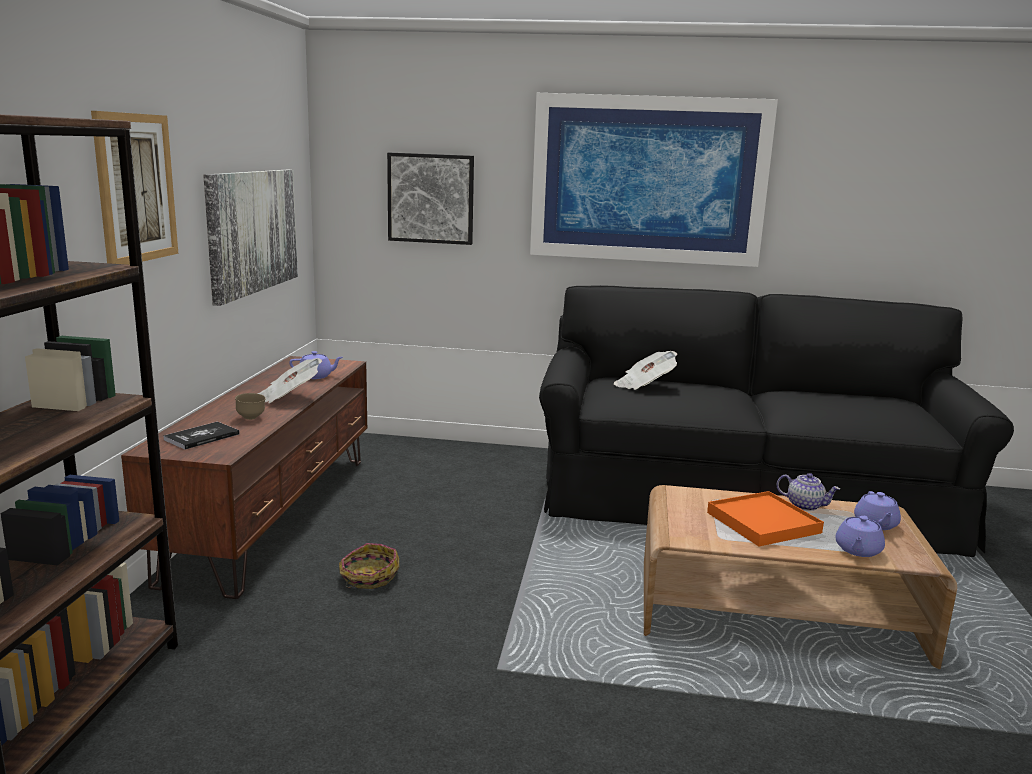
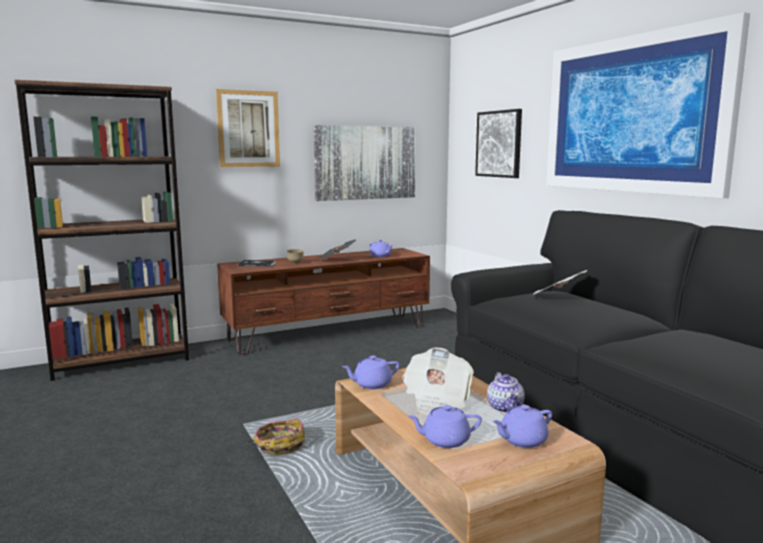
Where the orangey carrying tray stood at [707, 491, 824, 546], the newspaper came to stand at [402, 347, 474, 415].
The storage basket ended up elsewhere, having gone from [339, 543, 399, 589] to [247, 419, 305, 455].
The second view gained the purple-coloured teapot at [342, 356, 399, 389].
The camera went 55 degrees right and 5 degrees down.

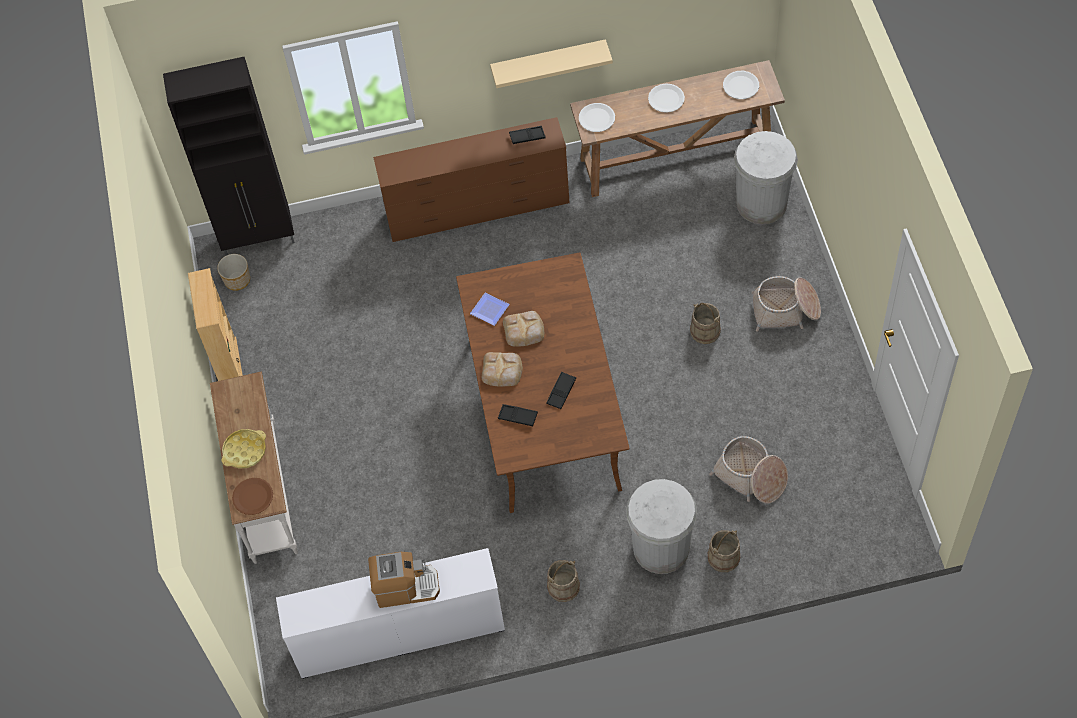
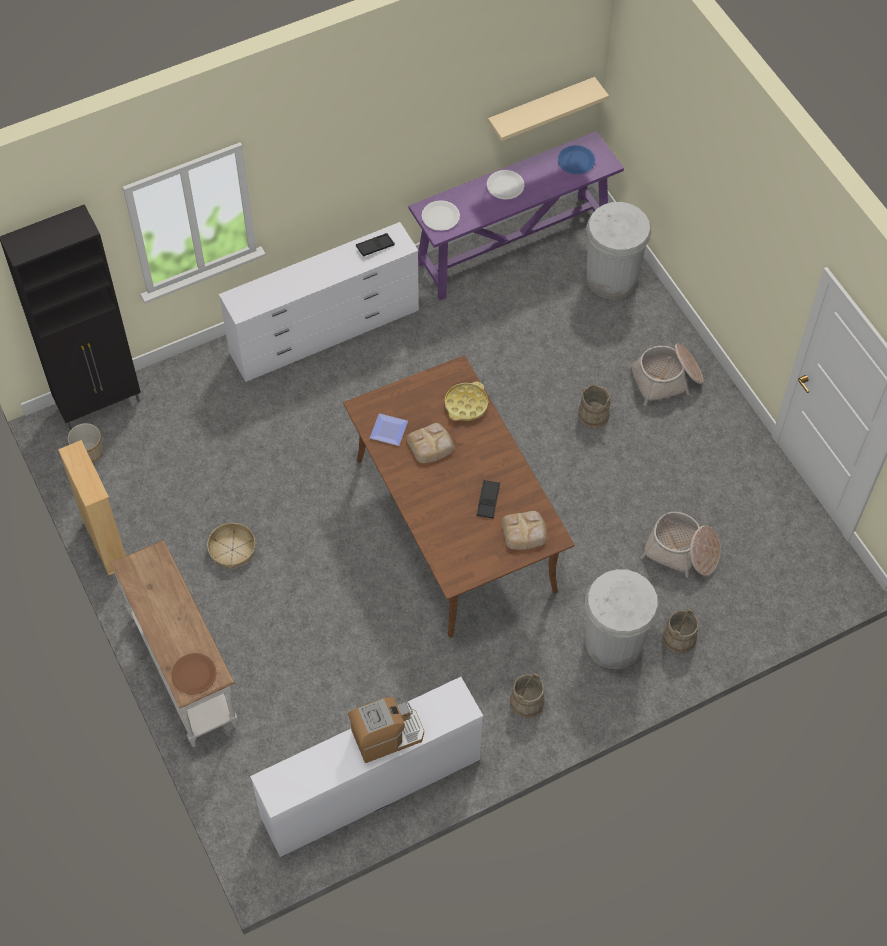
The sand-coloured shelf ended up elsewhere, having gone from [490, 39, 613, 88] to [488, 77, 609, 141].
What was the brownish hall table at [570, 60, 785, 197] turned into the purple-coloured hall table at [409, 131, 624, 300].
What was the whitish dinner plate at [723, 71, 759, 99] turned into the blue-coloured dinner plate at [558, 145, 595, 174].
What was the brownish chest of drawers at [373, 117, 570, 242] turned into the whitish chest of drawers at [219, 222, 419, 382].
The baked bread ended up elsewhere, having gone from [482, 352, 523, 387] to [501, 511, 547, 550].
The second view lost the black-coloured carrying tray at [498, 404, 538, 426].
The yellow carrying tray ended up elsewhere, having gone from [222, 429, 266, 469] to [445, 382, 488, 421].
The second view gained the storage basket at [207, 523, 256, 569].
The camera went 20 degrees left and 0 degrees up.

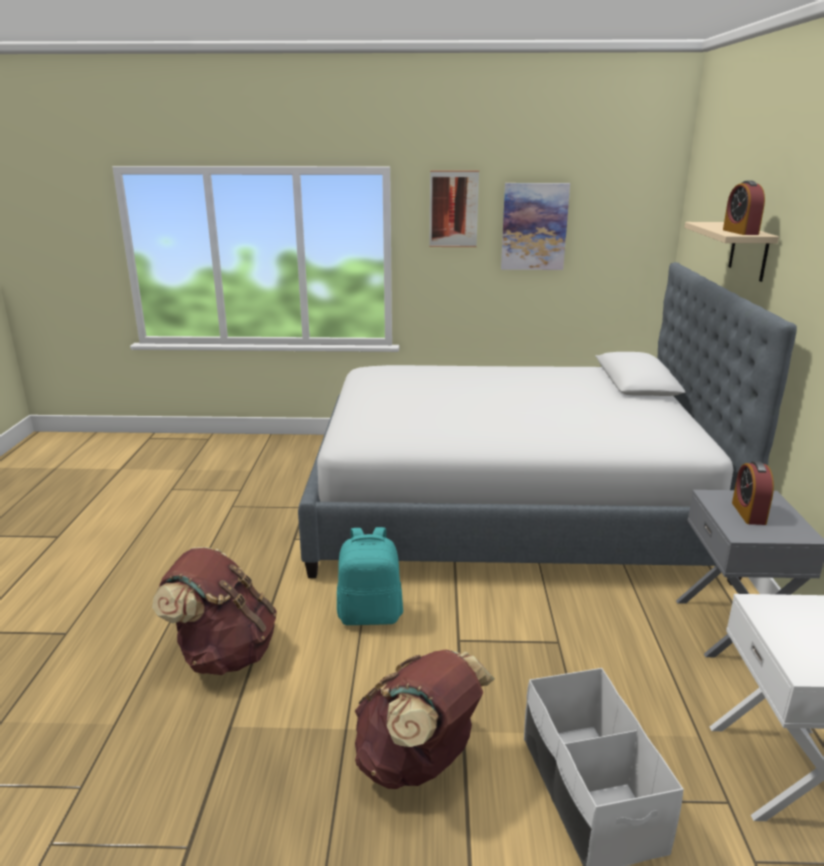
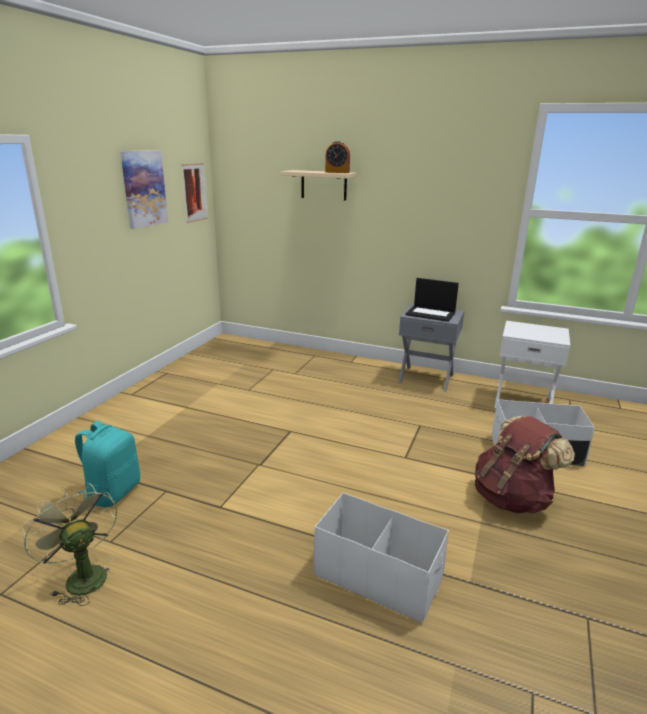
The wall art ended up elsewhere, having gone from [429, 170, 479, 247] to [182, 163, 208, 223].
The second view lost the bedroom bed at [298, 262, 797, 585].
Where the bedside clock stood at [732, 461, 774, 525], the laptop came to stand at [406, 278, 459, 322].
The blue-green knapsack ended up elsewhere, having gone from [337, 527, 403, 625] to [75, 421, 140, 507].
Where the brownish knapsack stood at [152, 547, 277, 675], the whitish storage box came to stand at [314, 493, 449, 623].
The second view gained the green-coloured fan at [21, 483, 117, 606].
The camera went 70 degrees left and 0 degrees up.

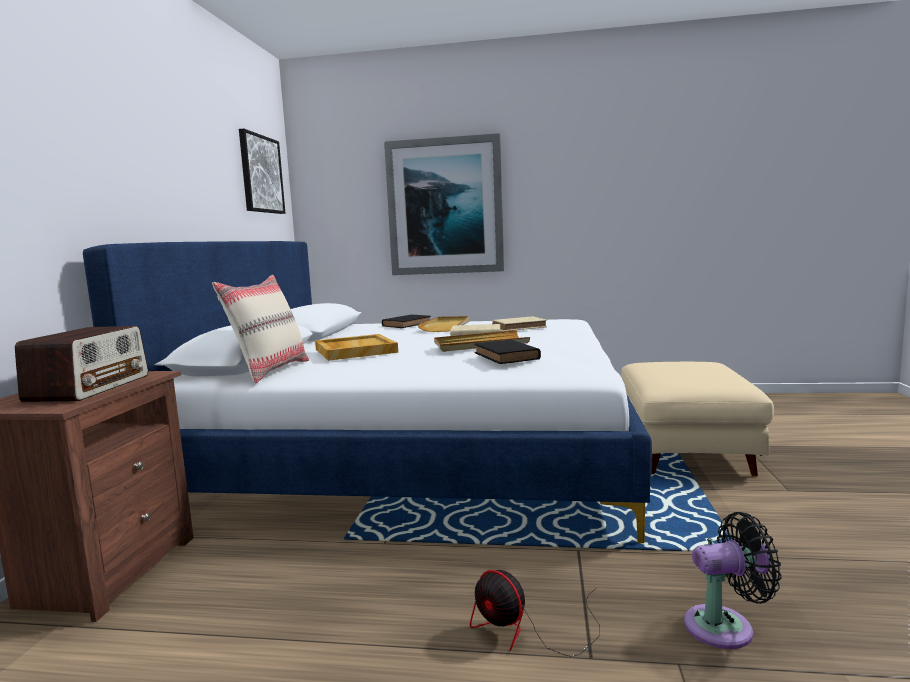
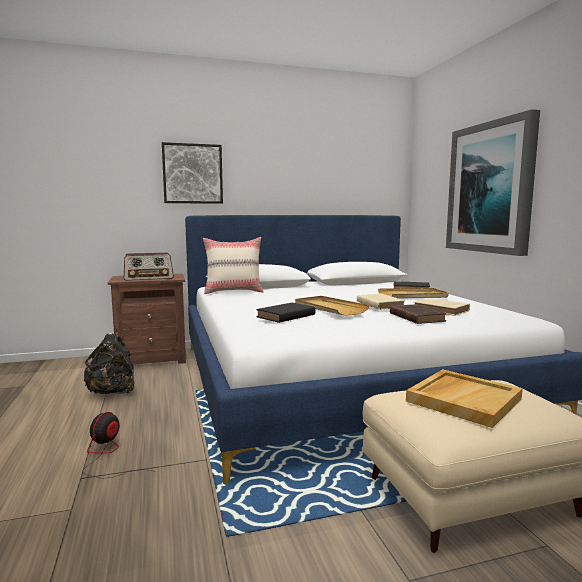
The wall art ended up elsewhere, having gone from [239, 129, 285, 214] to [162, 142, 223, 204].
The sand-coloured carrying tray ended up elsewhere, having gone from [315, 334, 398, 361] to [406, 369, 523, 428].
The second view lost the black-coloured fan at [684, 512, 782, 649].
The second view gained the brownish volume at [390, 304, 446, 324].
The second view gained the black-coloured knapsack at [83, 331, 135, 394].
The camera went 65 degrees right and 0 degrees up.

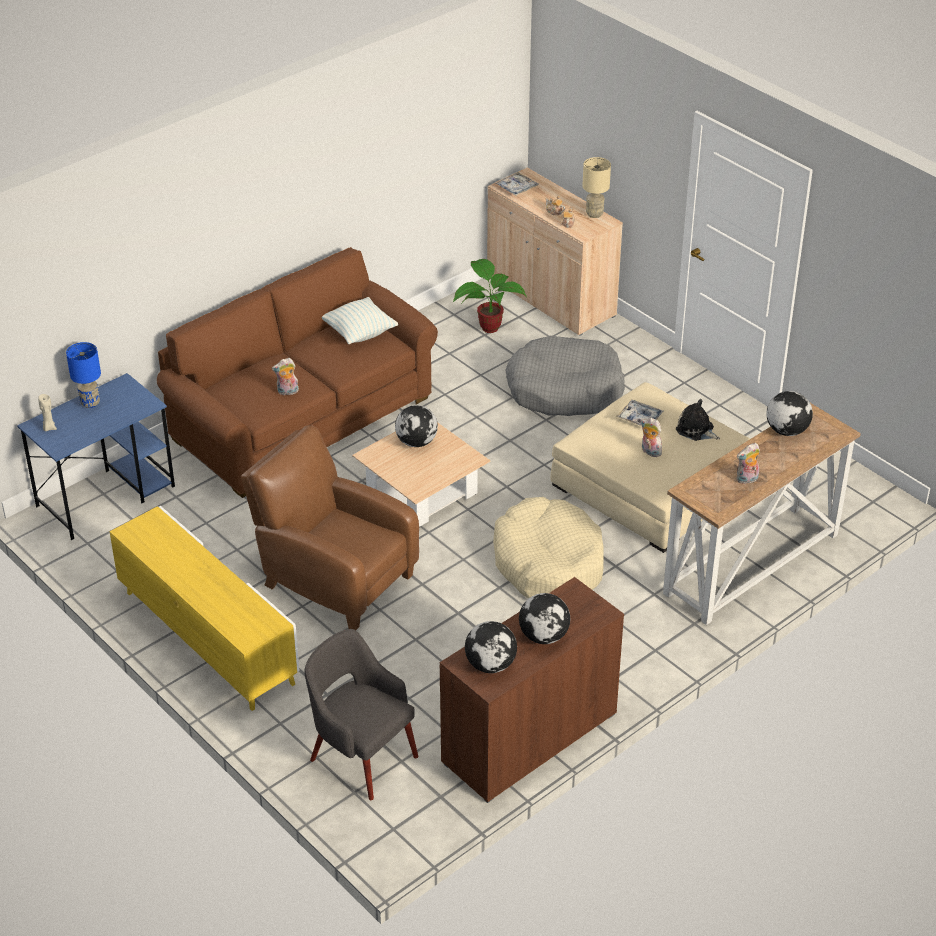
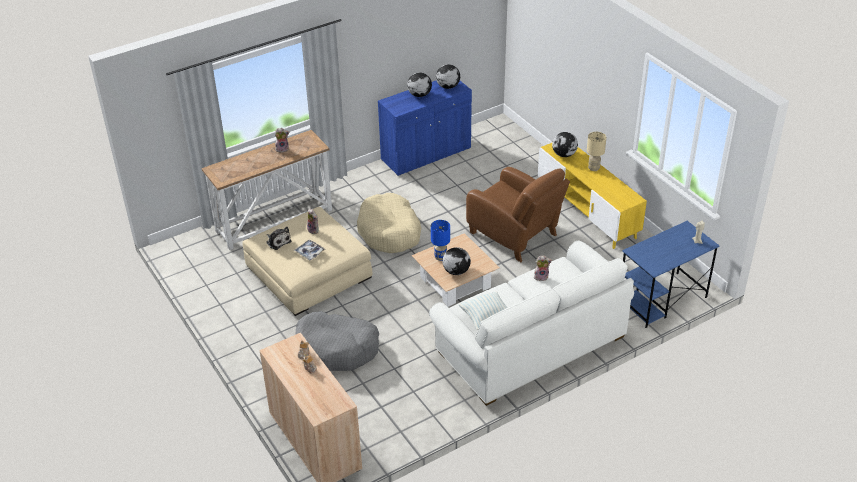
The sand-coloured lamp for a table ended up elsewhere, having gone from [582, 157, 611, 218] to [587, 132, 606, 171].
The second view lost the carrying tray at [495, 172, 538, 196].
What was the brownish sofa at [157, 247, 438, 498] turned into the whitish sofa at [429, 241, 634, 406].
The second view lost the potted plant at [453, 259, 527, 333].
The blue-coloured lamp for a table ended up elsewhere, having gone from [66, 342, 101, 408] to [431, 220, 450, 261].
The globe ended up elsewhere, having gone from [766, 391, 813, 436] to [552, 132, 578, 157].
What was the brownish storage cabinet at [440, 577, 624, 803] turned into the blue-coloured storage cabinet at [378, 80, 472, 176].
The second view lost the gray armchair at [305, 629, 418, 800].
The camera went 170 degrees left and 0 degrees up.

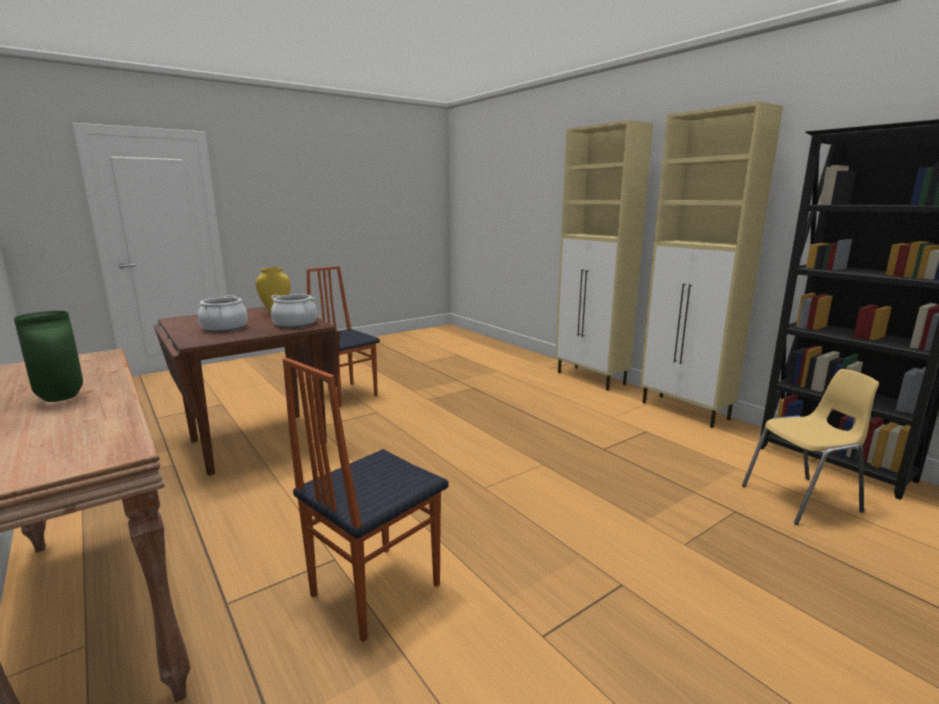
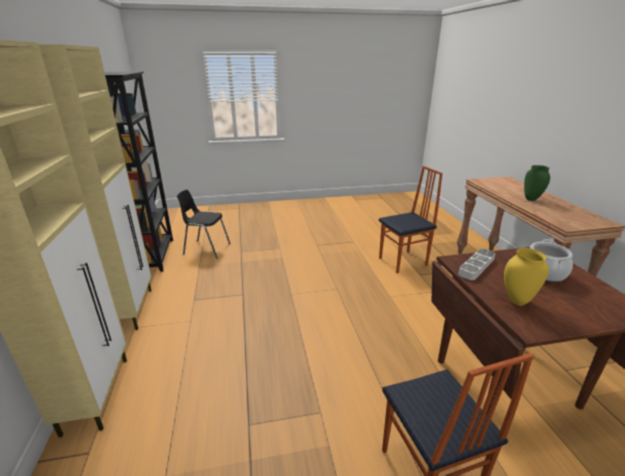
Where the cooking pot stood at [270, 294, 317, 328], the gray carrying tray came to stand at [459, 249, 495, 280].
What was the yellow upright chair at [742, 369, 879, 525] turned into the black-coloured upright chair at [177, 190, 231, 259].
The camera went 155 degrees left and 10 degrees up.

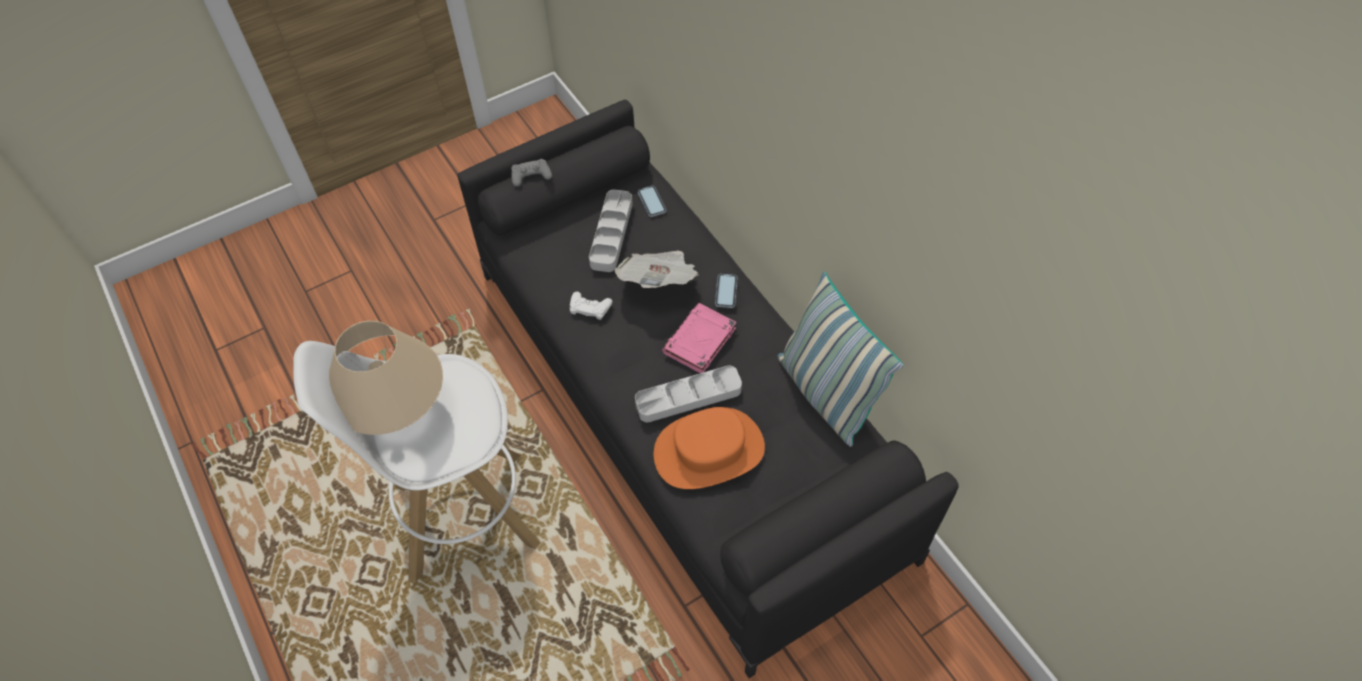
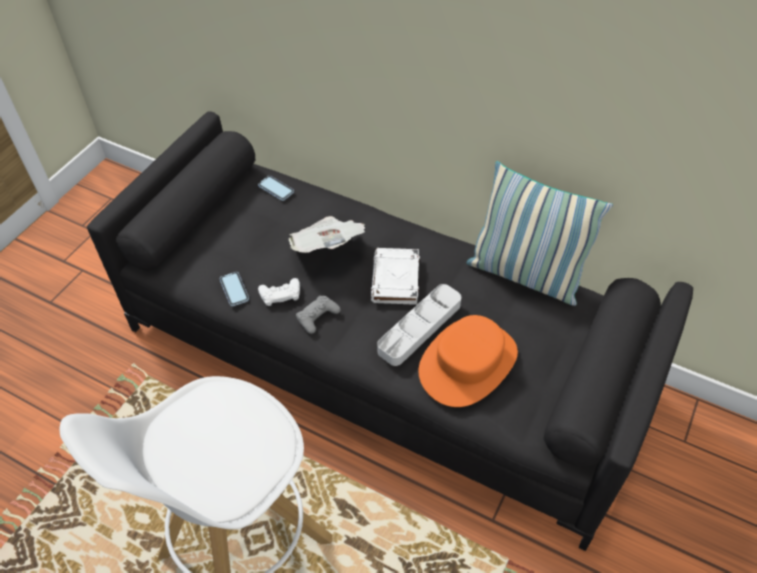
The gray game controller ended up elsewhere, having gone from [511, 159, 552, 187] to [296, 296, 341, 334].
The second view lost the gray carrying tray at [589, 189, 633, 272].
The handset ended up elsewhere, having gone from [715, 274, 738, 308] to [220, 272, 249, 306].
What was the pink volume at [662, 303, 736, 373] turned into the whitish volume at [371, 248, 420, 305].
The second view lost the sand-coloured lamp for a table at [329, 321, 443, 435].
The camera went 30 degrees left and 5 degrees down.

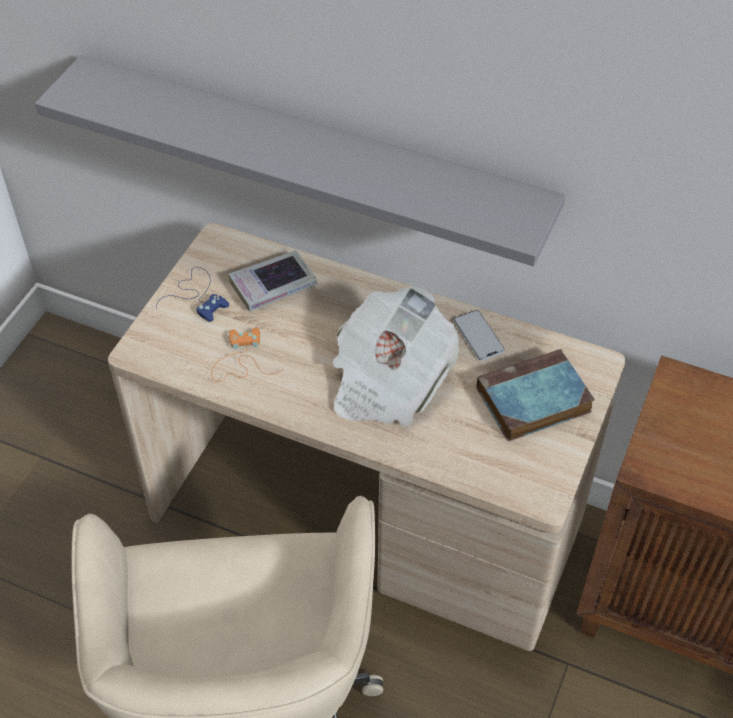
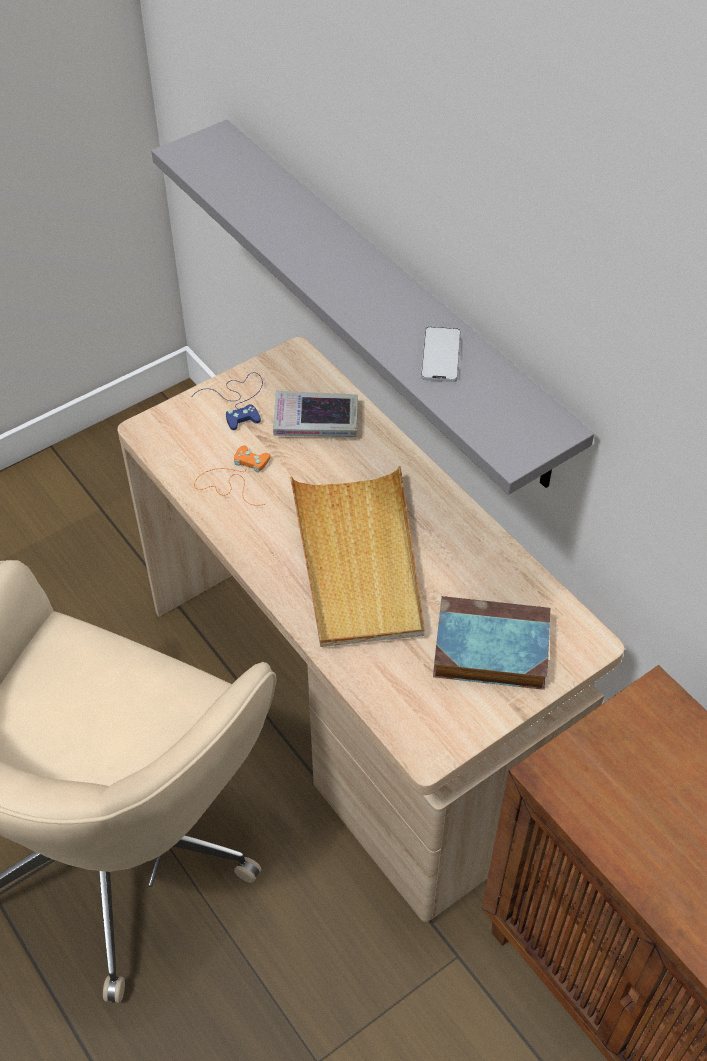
Where the newspaper stood at [332, 286, 459, 426], the sand-coloured carrying tray came to stand at [290, 466, 424, 647].
The handset ended up elsewhere, having gone from [454, 310, 505, 360] to [421, 327, 461, 382].
The camera went 30 degrees right and 0 degrees up.

